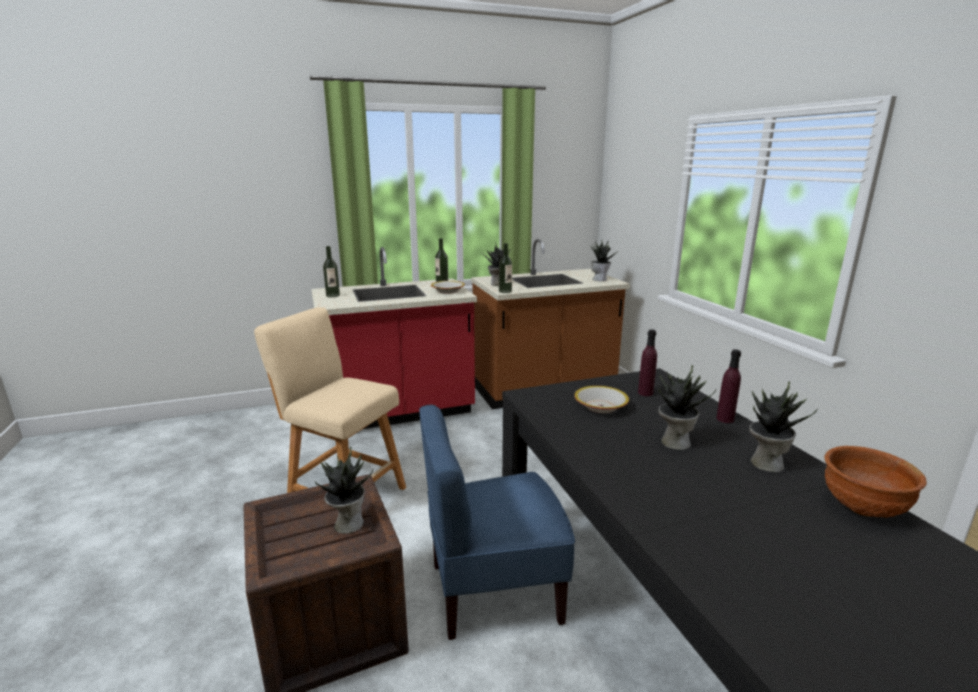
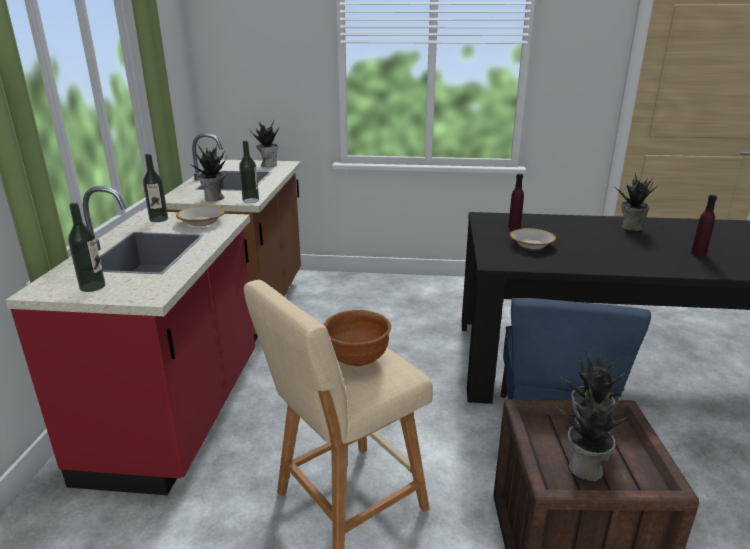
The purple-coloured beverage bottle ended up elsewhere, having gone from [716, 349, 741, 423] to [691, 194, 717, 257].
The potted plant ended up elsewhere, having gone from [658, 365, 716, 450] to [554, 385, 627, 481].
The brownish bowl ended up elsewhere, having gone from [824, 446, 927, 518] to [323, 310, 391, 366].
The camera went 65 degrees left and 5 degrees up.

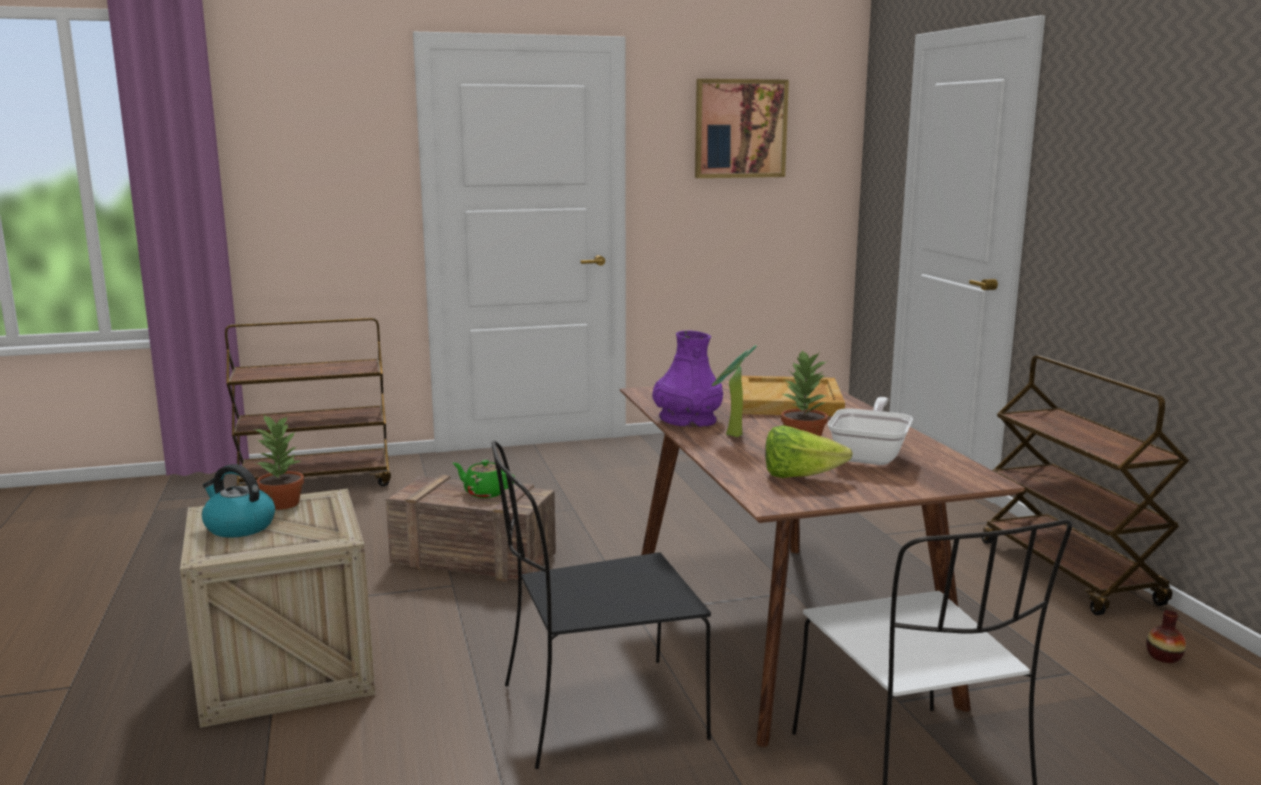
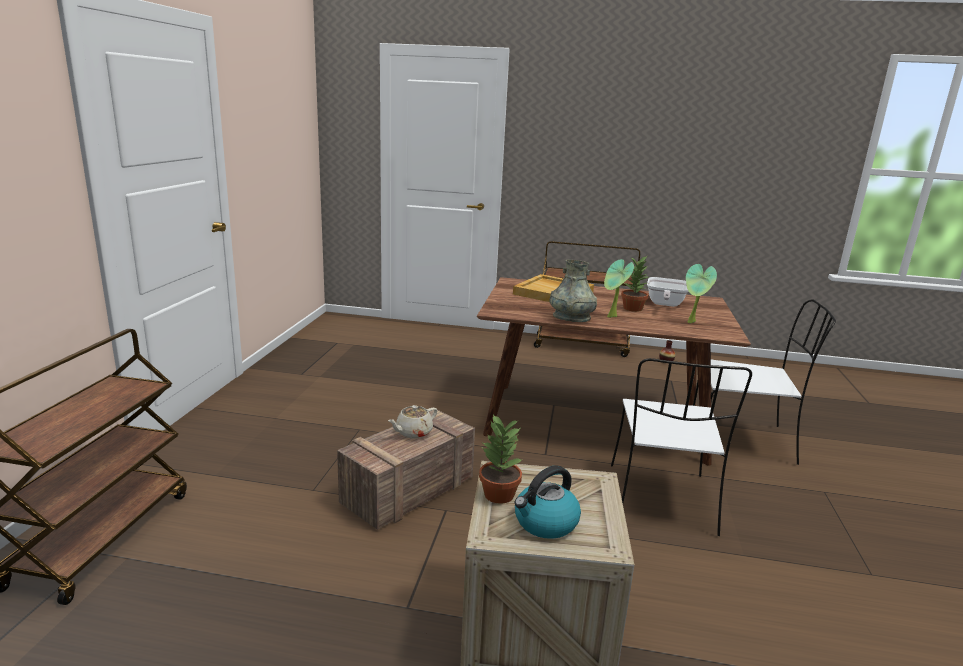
The second view lost the wall art at [695, 79, 789, 178].
What was the purple-coloured decorative vase at [652, 331, 723, 427] turned into the gray decorative vase at [549, 260, 597, 322].
The pan at [828, 397, 913, 465] ended up facing another way, 120 degrees counterclockwise from before.
Where the lettuce head stood at [765, 425, 853, 478], the potted plant came to stand at [686, 264, 717, 323].
What was the black-coloured upright chair at [492, 441, 711, 769] turned into the whitish upright chair at [611, 358, 752, 536].
What was the green-coloured teapot at [453, 460, 515, 498] turned into the sand-coloured teapot at [388, 405, 437, 439].
The camera went 65 degrees left and 5 degrees up.

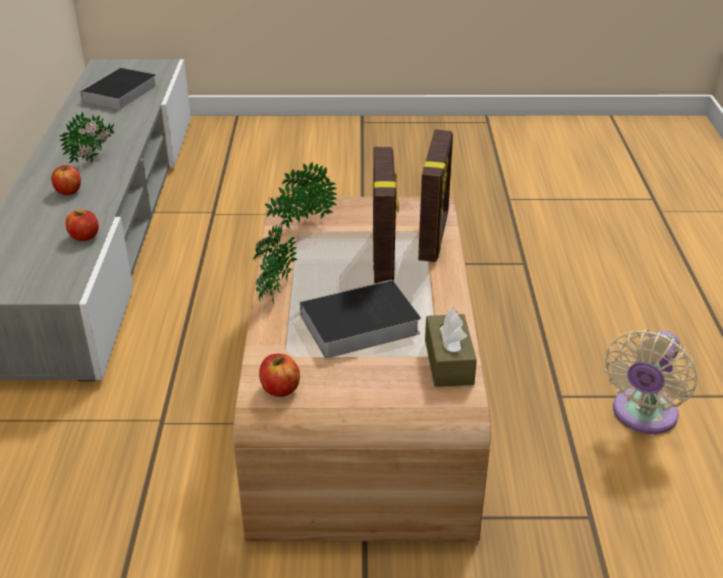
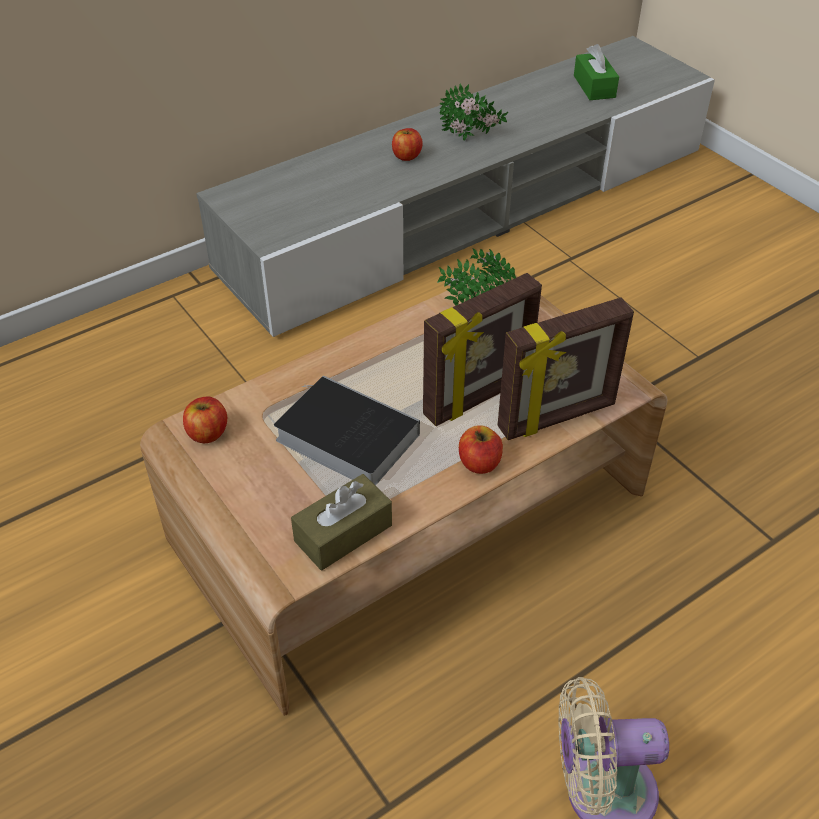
Where the volume stood at [77, 68, 157, 110], the green-coloured tissue box came to stand at [574, 44, 619, 100].
The whole apple ended up elsewhere, having gone from [65, 210, 99, 241] to [459, 425, 503, 474].
The second view lost the potted plant at [253, 224, 297, 303].
The camera went 55 degrees right and 10 degrees up.

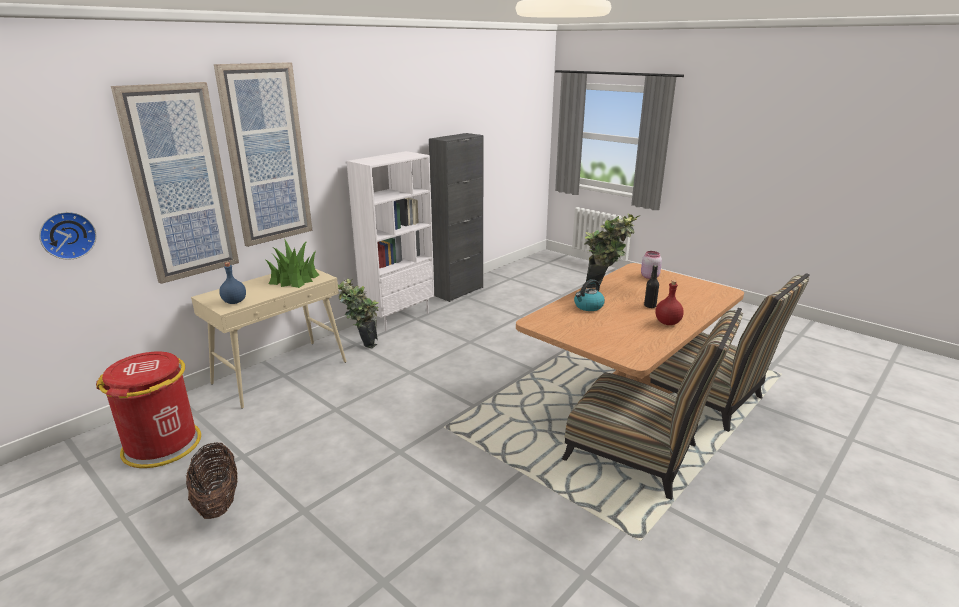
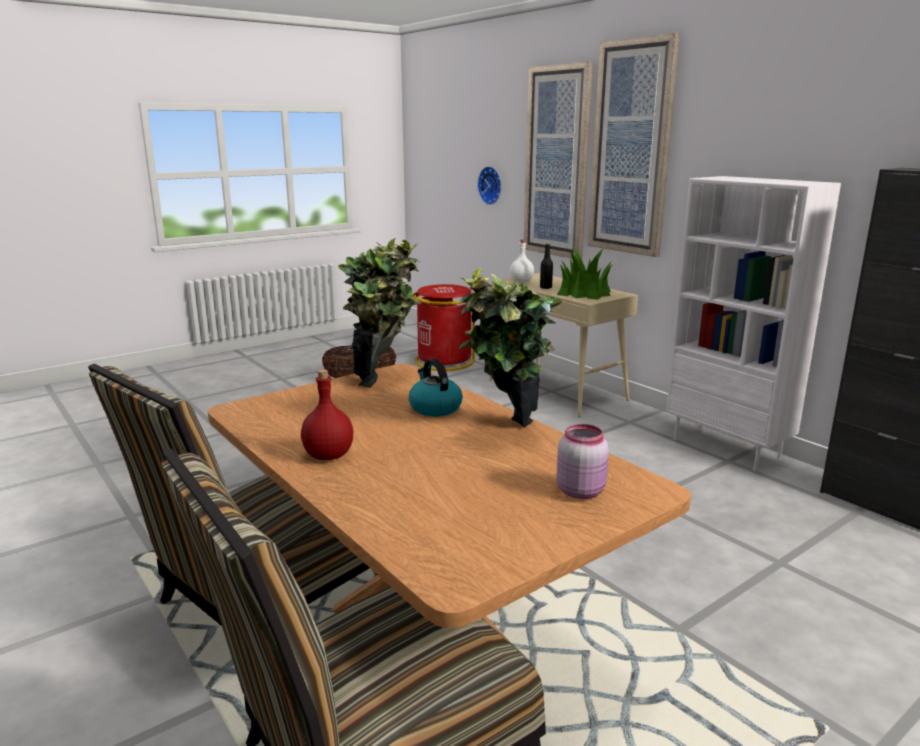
What was the blue-coloured beverage bottle at [219, 262, 246, 304] turned into the whitish beverage bottle at [510, 240, 534, 282].
The black-coloured beverage bottle ended up elsewhere, having gone from [644, 265, 659, 308] to [540, 244, 553, 289].
The potted plant ended up elsewhere, having gone from [338, 278, 379, 348] to [338, 238, 421, 388].
The camera went 100 degrees right and 5 degrees down.

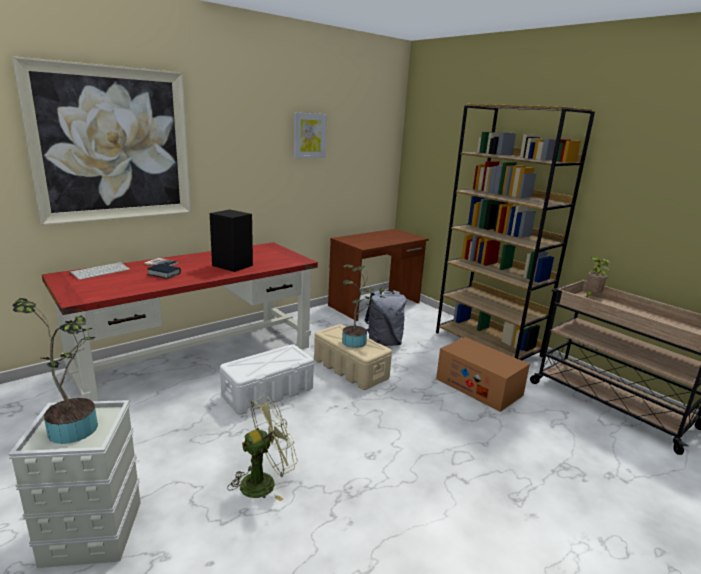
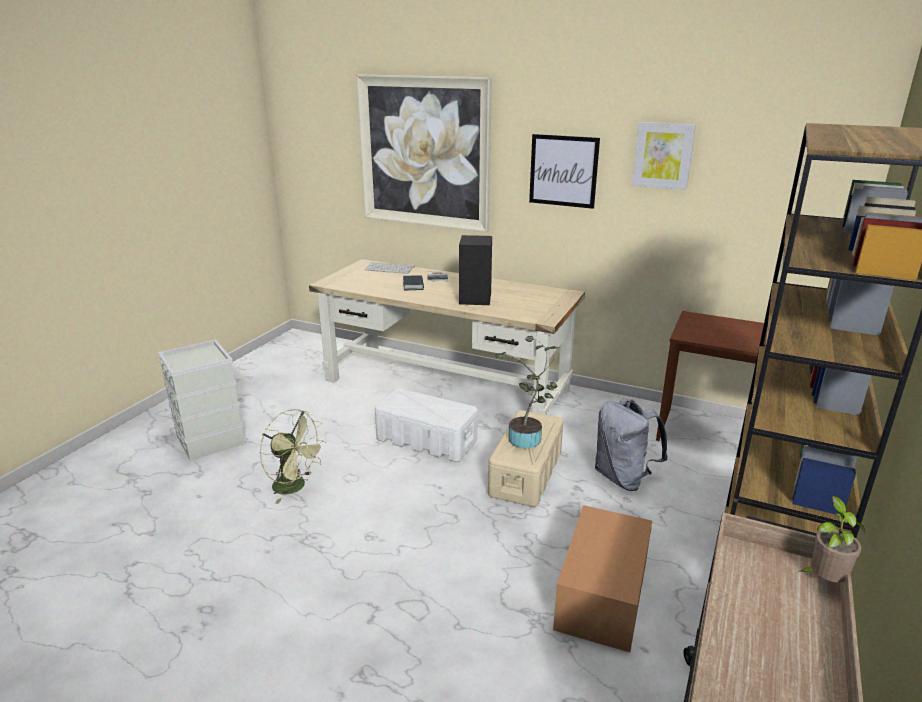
What was the red-coloured desk at [41, 242, 318, 401] turned into the sand-coloured desk at [309, 259, 585, 415].
The second view lost the potted plant at [12, 298, 98, 444].
The second view gained the wall art at [529, 134, 600, 209].
The camera went 65 degrees right and 5 degrees up.

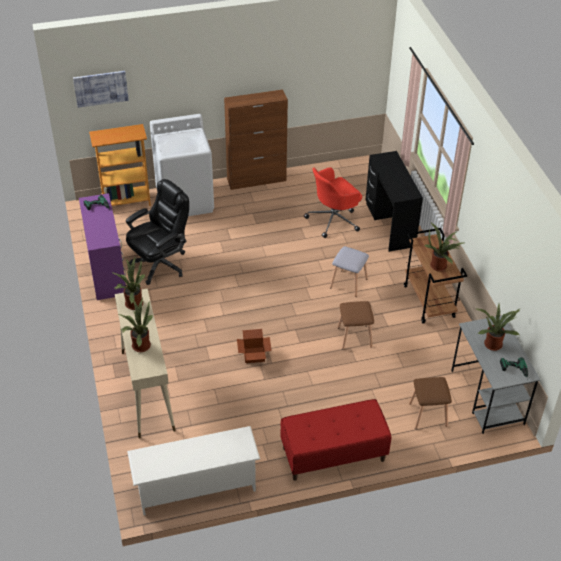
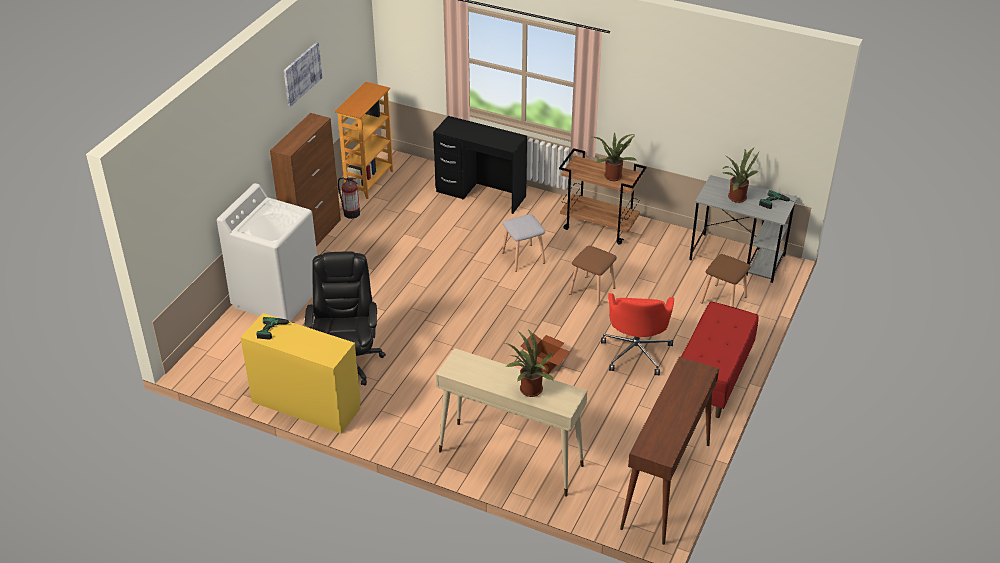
The wall art ended up elsewhere, having gone from [73, 71, 129, 108] to [284, 42, 322, 107].
The bookcase ended up elsewhere, having gone from [89, 124, 151, 206] to [334, 82, 393, 199].
The red-coloured office chair ended up elsewhere, having gone from [304, 167, 362, 238] to [601, 293, 674, 375].
What was the purple-coloured desk at [79, 193, 126, 300] turned into the yellow desk at [240, 313, 361, 434].
The second view lost the potted plant at [111, 258, 145, 310].
Where the whitish shoe stand stood at [127, 426, 260, 515], the brownish hall table came to stand at [620, 356, 719, 545].
The second view gained the extinguisher at [338, 177, 360, 219].
The camera went 50 degrees left and 5 degrees down.

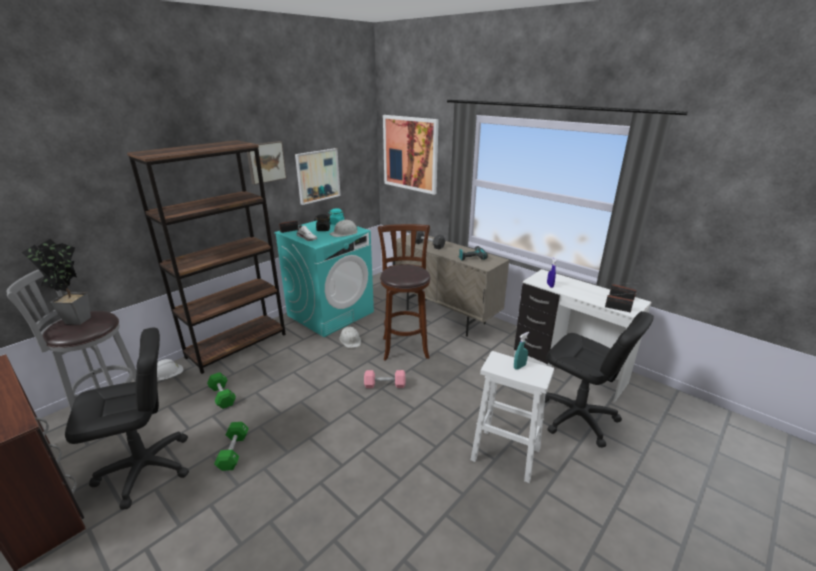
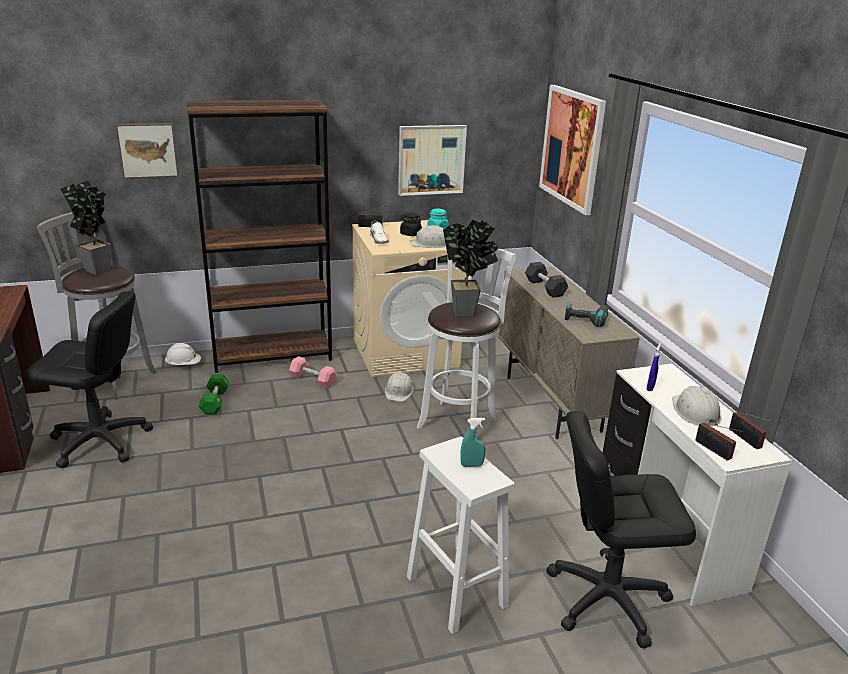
The wall art ended up elsewhere, having gone from [247, 141, 287, 185] to [116, 123, 178, 178].
What was the blue-green washing machine at [274, 221, 374, 337] turned into the sand-coloured washing machine at [352, 220, 466, 377].
What was the brownish sitting stool at [378, 224, 431, 360] turned into the whitish sitting stool at [417, 249, 516, 438].
The black-coloured office chair at [545, 311, 654, 448] ended up facing another way, 105 degrees clockwise from before.
The pink dumbbell ended up elsewhere, having gone from [364, 370, 405, 388] to [289, 356, 337, 388].
The second view lost the green-coloured dumbbell at [214, 422, 249, 471].
The second view gained the potted plant at [443, 220, 499, 317].
The second view gained the whitish work helmet at [672, 386, 722, 426].
The camera went 30 degrees right and 0 degrees up.

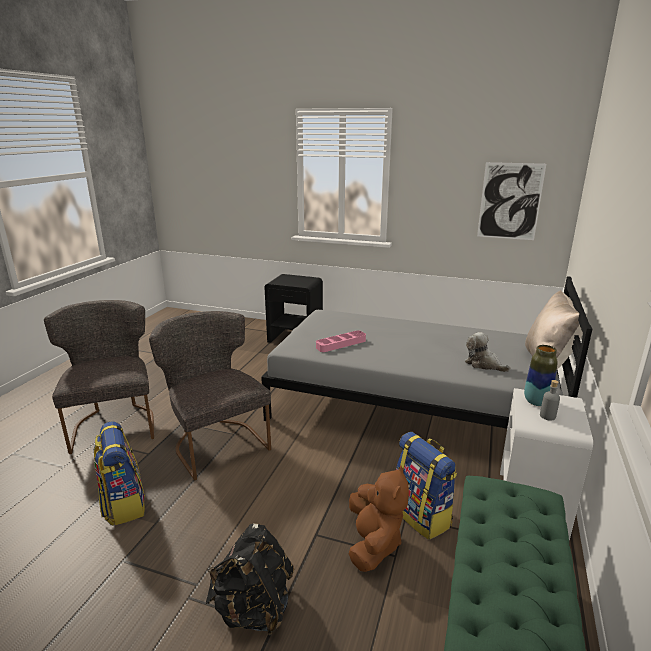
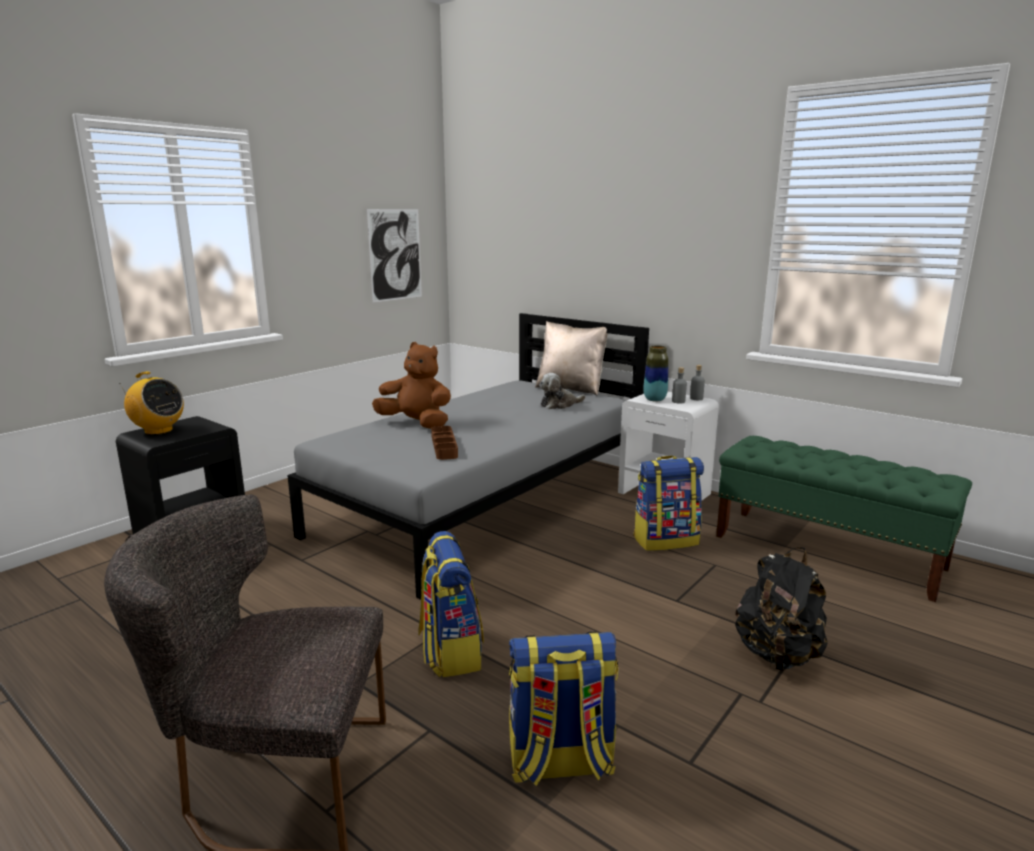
Where the gray upright chair stood at [149, 311, 271, 480], the knapsack came to stand at [418, 531, 484, 677].
What was the pink carrying tray at [316, 330, 366, 352] turned into the brownish carrying tray at [431, 426, 458, 460].
The brownish cuddly toy ended up elsewhere, having gone from [349, 466, 409, 572] to [372, 342, 451, 429].
The second view gained the gray beverage bottle at [690, 365, 705, 400].
The second view gained the radio receiver at [119, 371, 184, 435].
The camera went 70 degrees left and 5 degrees down.

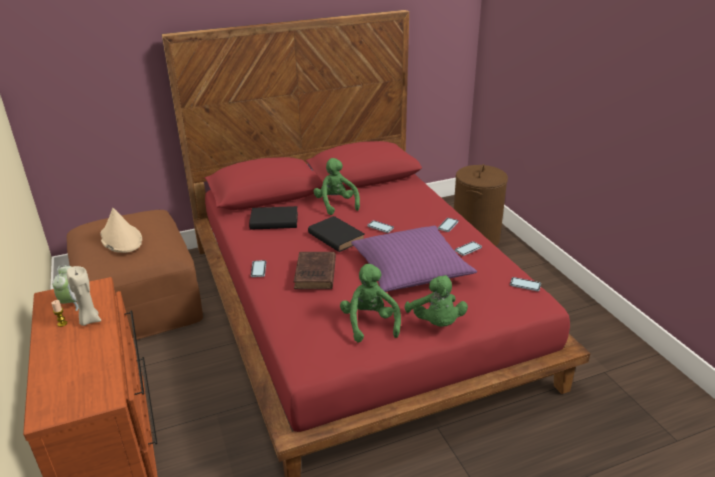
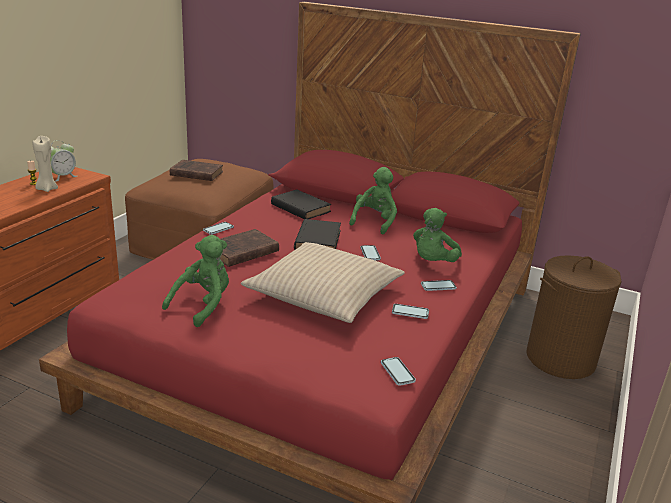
Where the sand-coloured clothing hat stood at [100, 208, 142, 253], the brownish volume came to stand at [170, 160, 223, 181].
What was the purple-coloured cushion at [351, 226, 477, 292] turned into the sand-coloured cushion at [241, 242, 405, 323].
The green-coloured cuddly toy ended up elsewhere, having gone from [404, 275, 468, 327] to [413, 208, 462, 262].
The camera went 45 degrees right and 5 degrees down.

